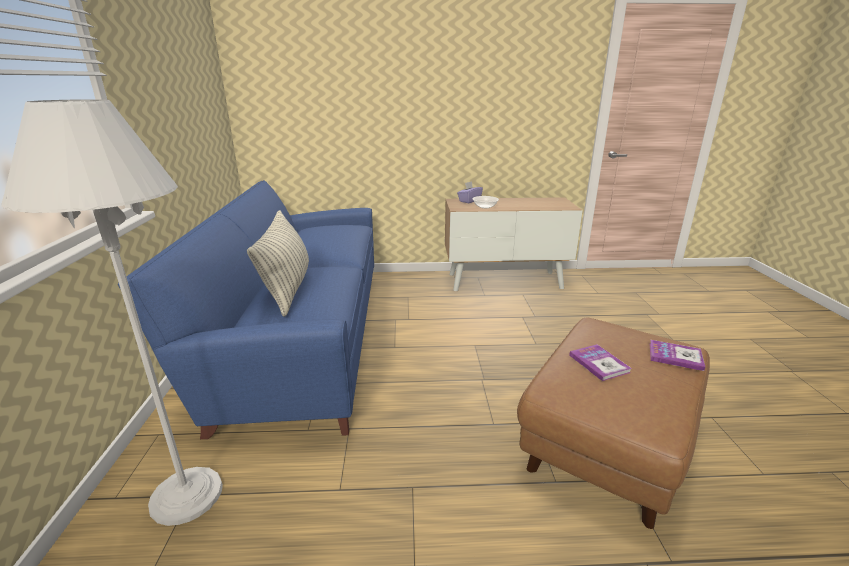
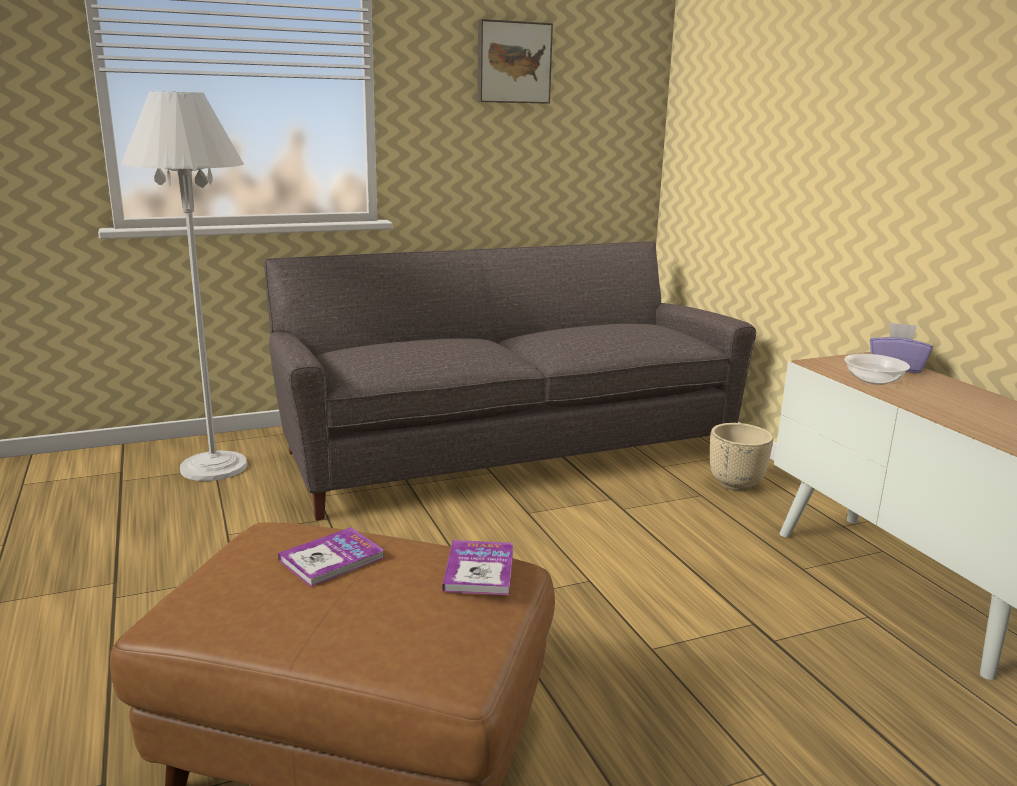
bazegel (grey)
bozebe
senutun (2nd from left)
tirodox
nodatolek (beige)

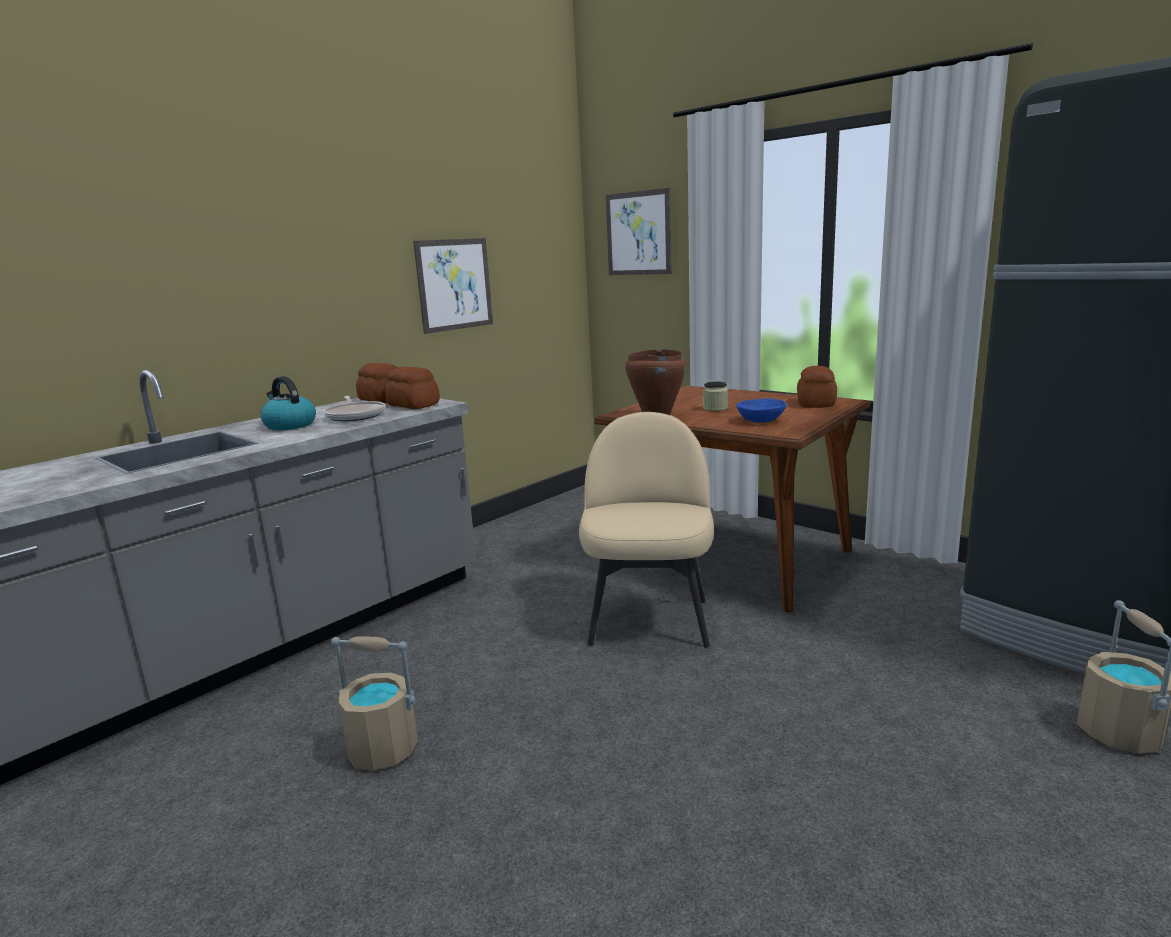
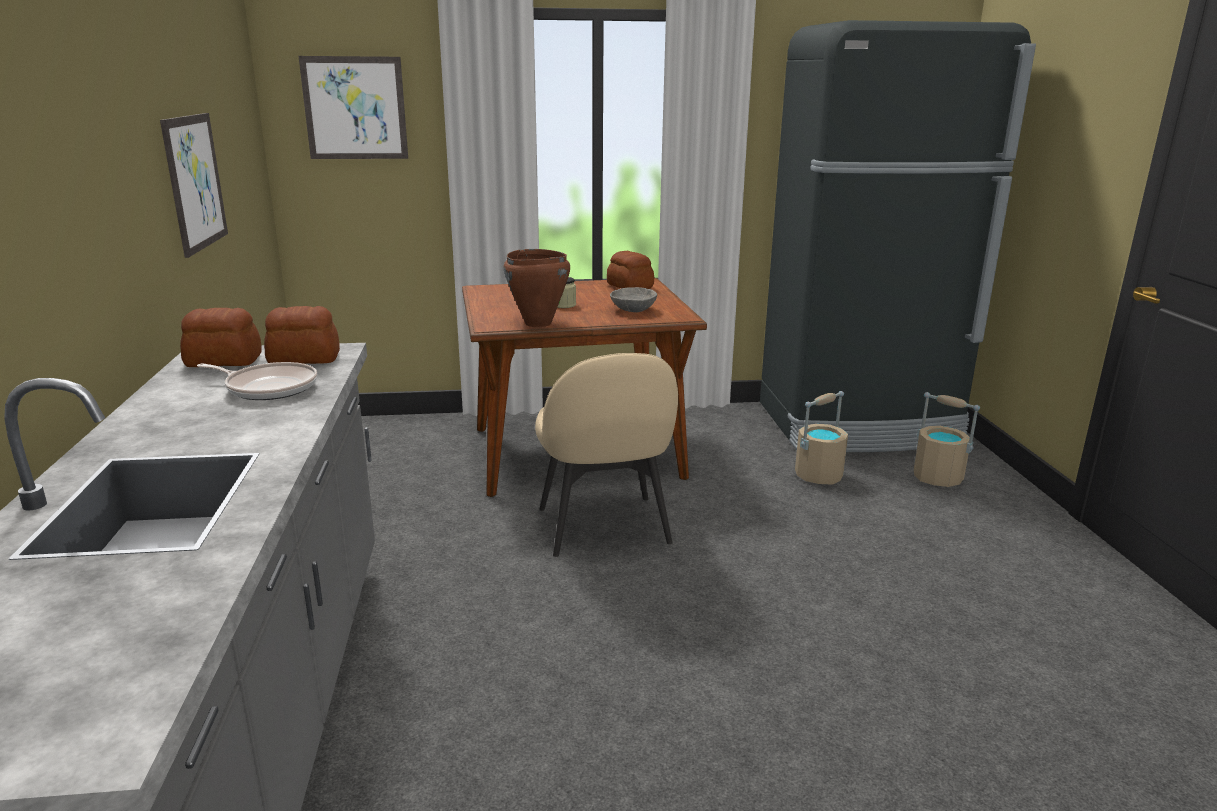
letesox
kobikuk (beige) (1st from left)
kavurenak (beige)
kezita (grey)

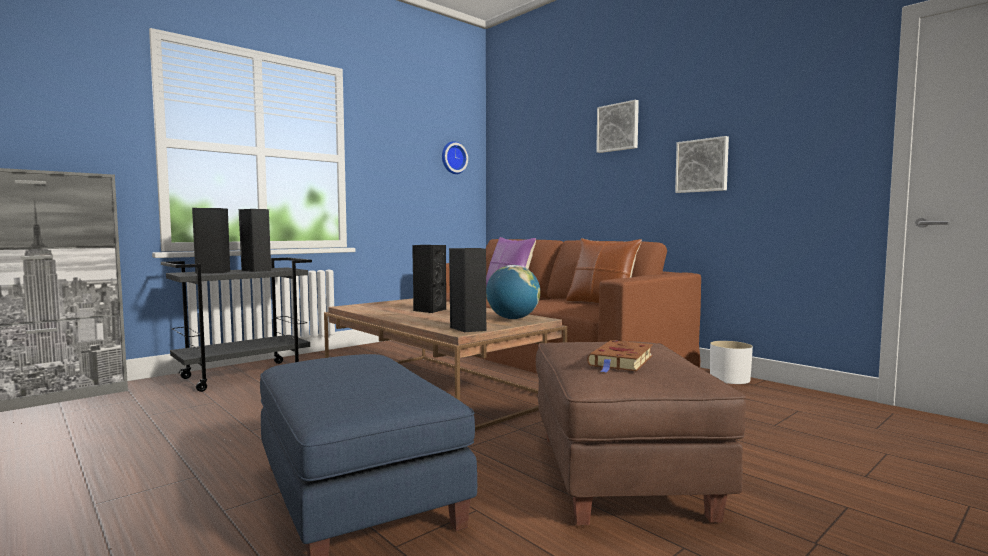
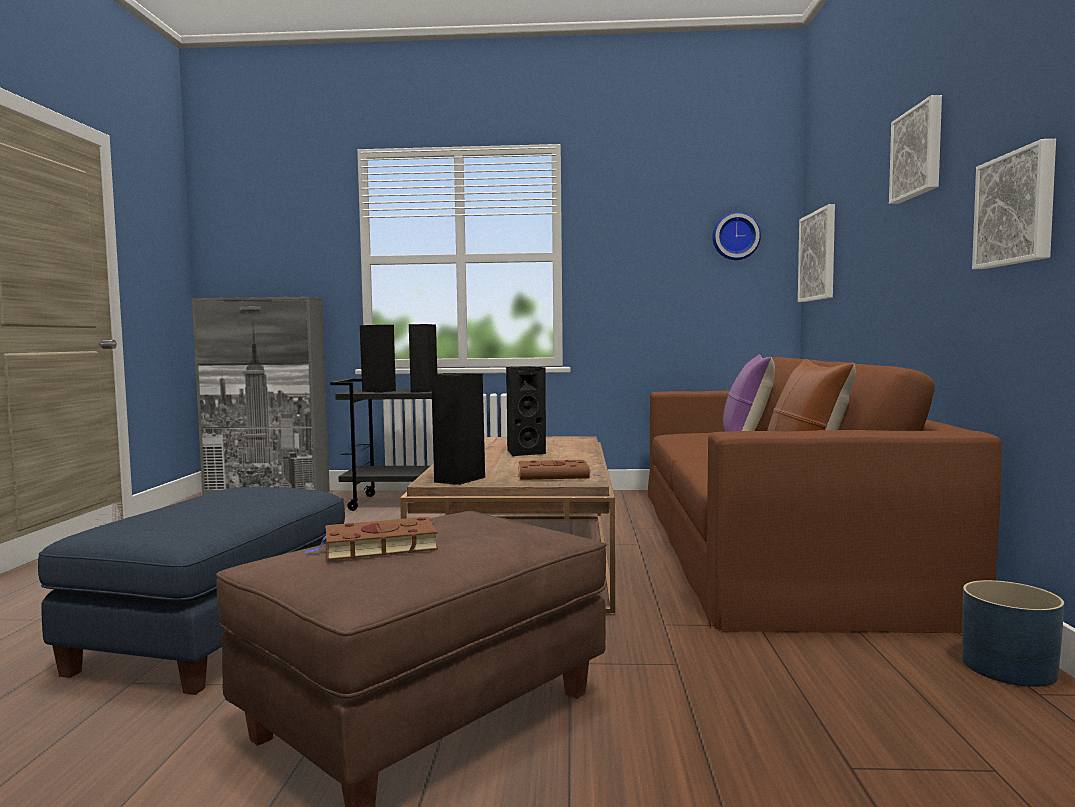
senutun (brown) (2nd from left)
nodatolek (blue)
tirodox (1st from left)

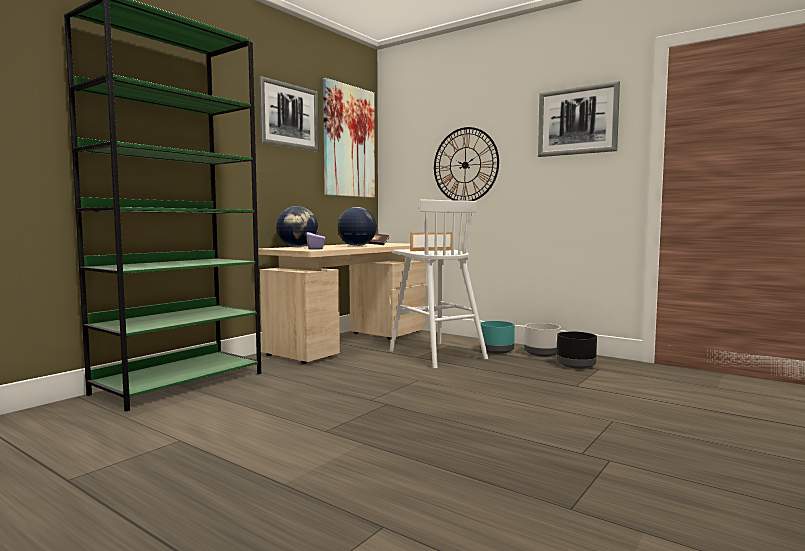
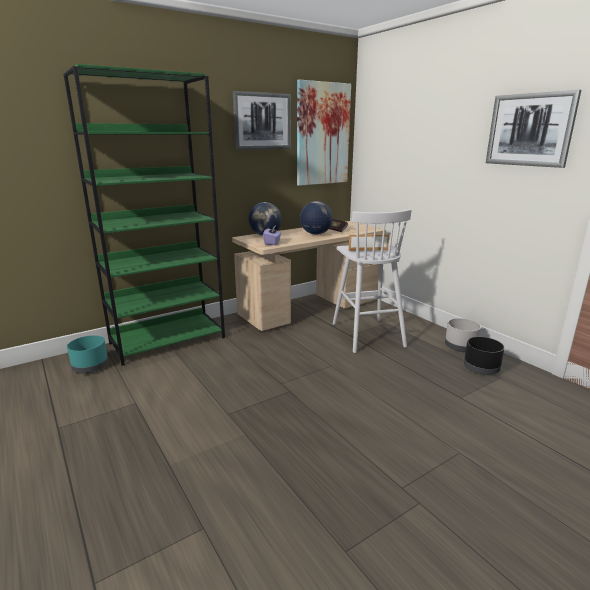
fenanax
nodatolek (turquoise)

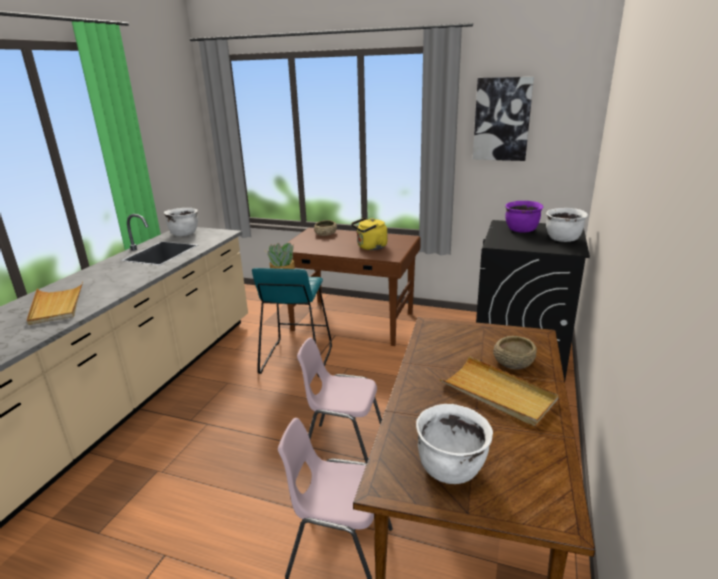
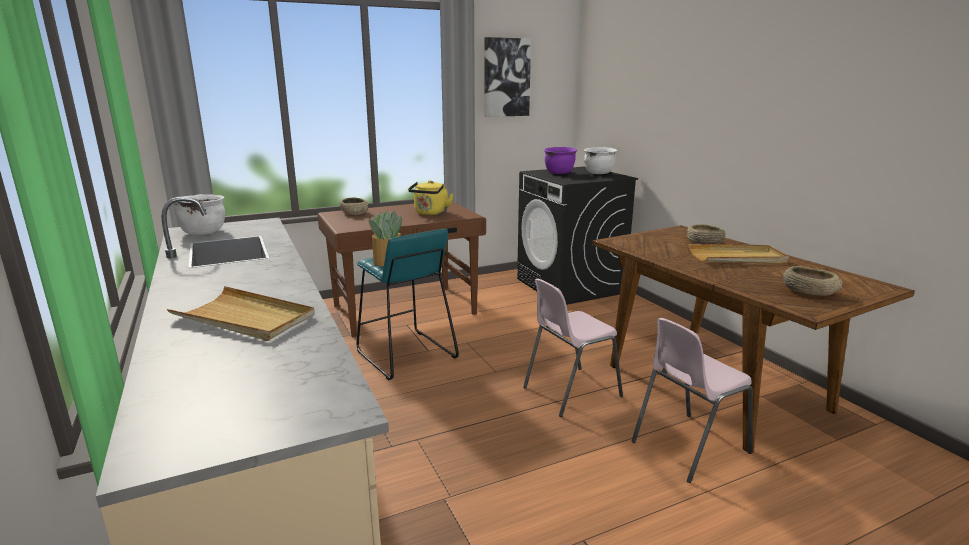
kezita (beige) (3rd from left)

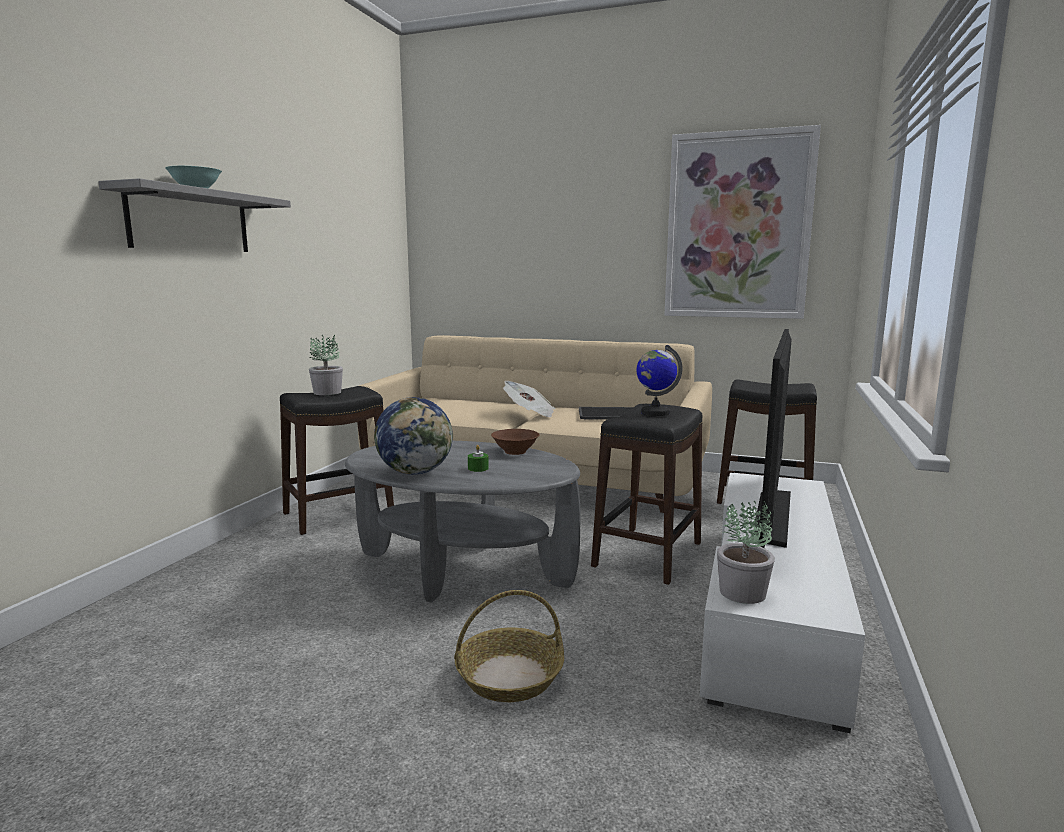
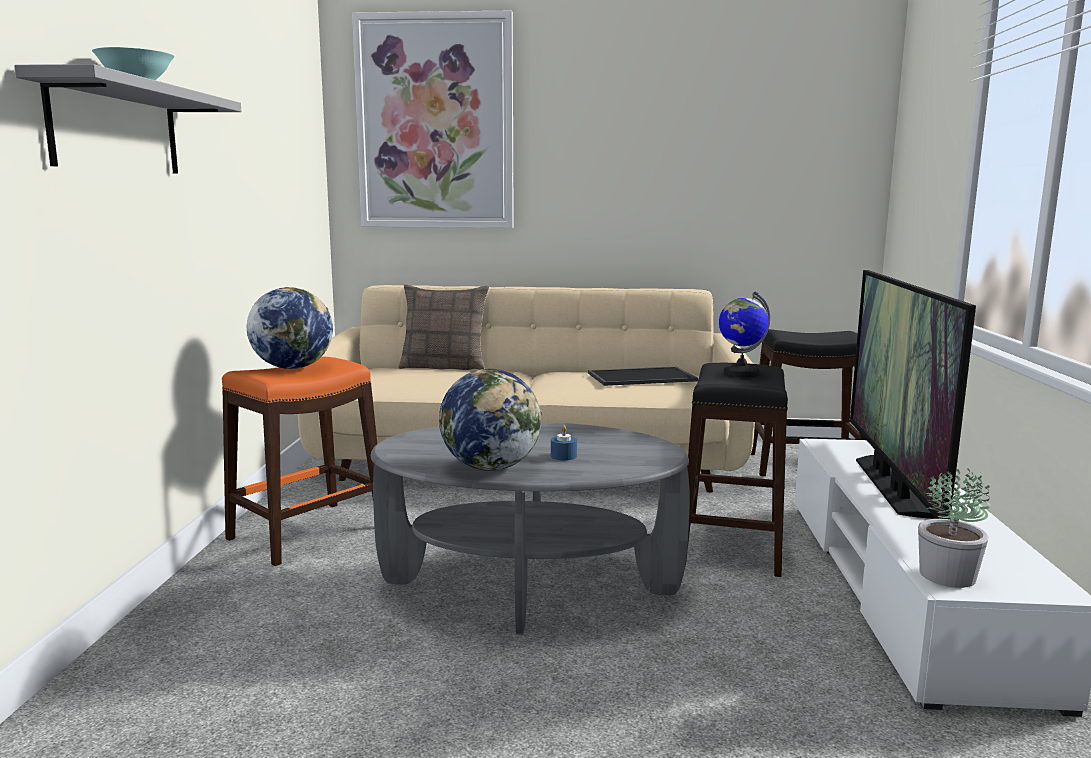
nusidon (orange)
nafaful (1st from left)
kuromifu
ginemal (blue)
kezita (brown)
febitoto
tirodox
bozebe

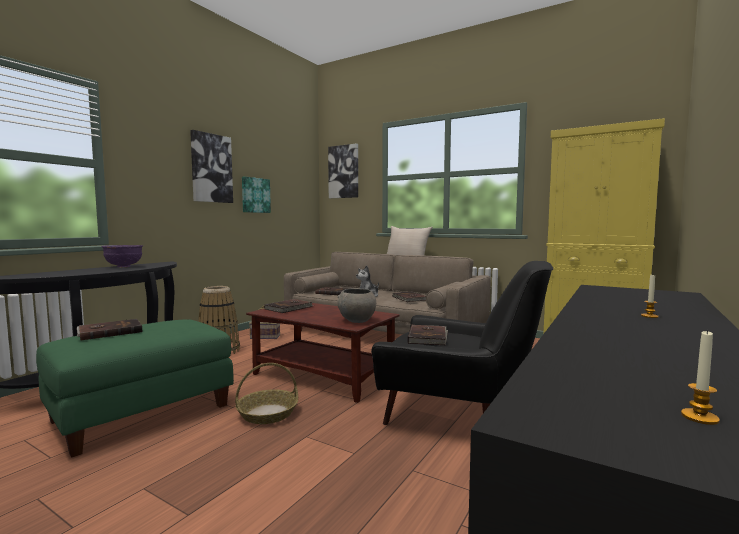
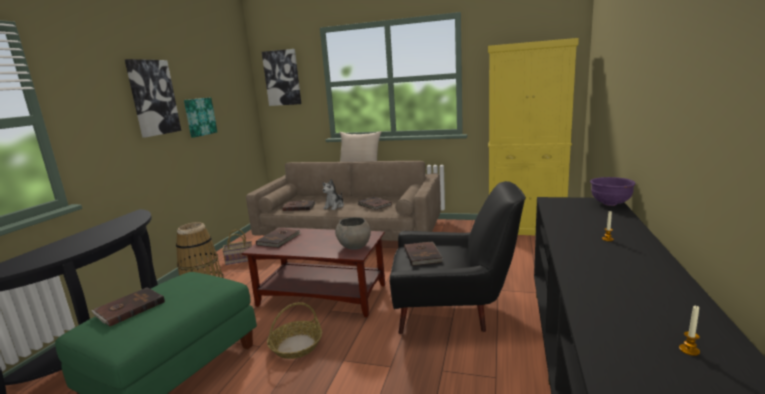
kezita (purple)

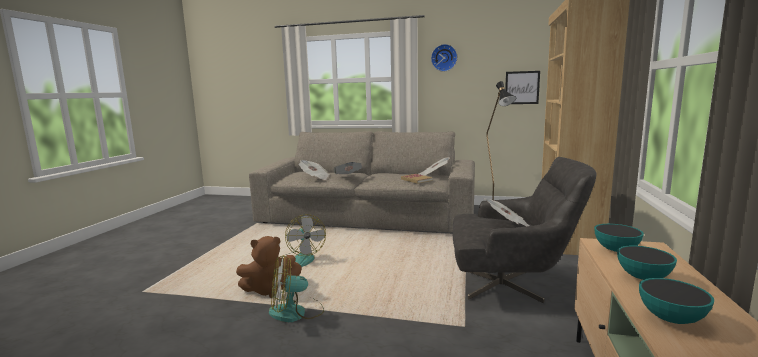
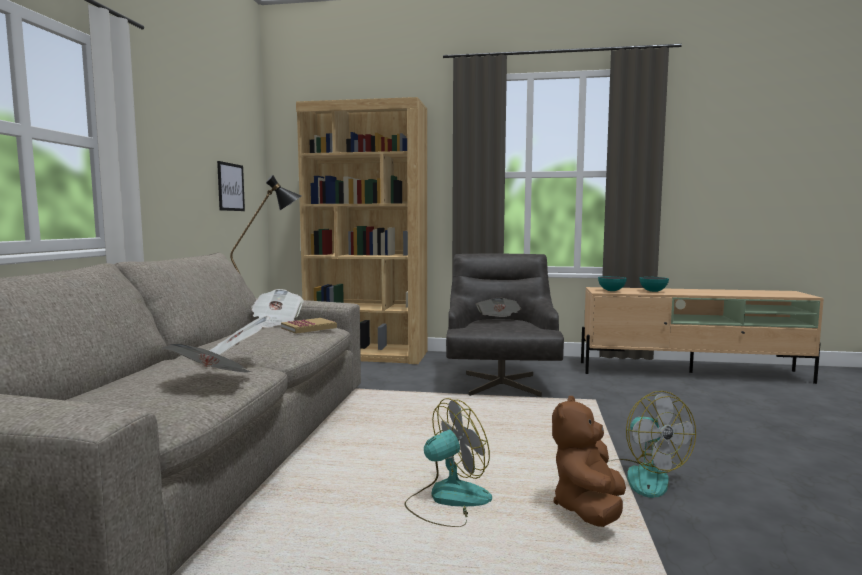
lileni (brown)
fenanax
kezita (3rd from left in the first image)

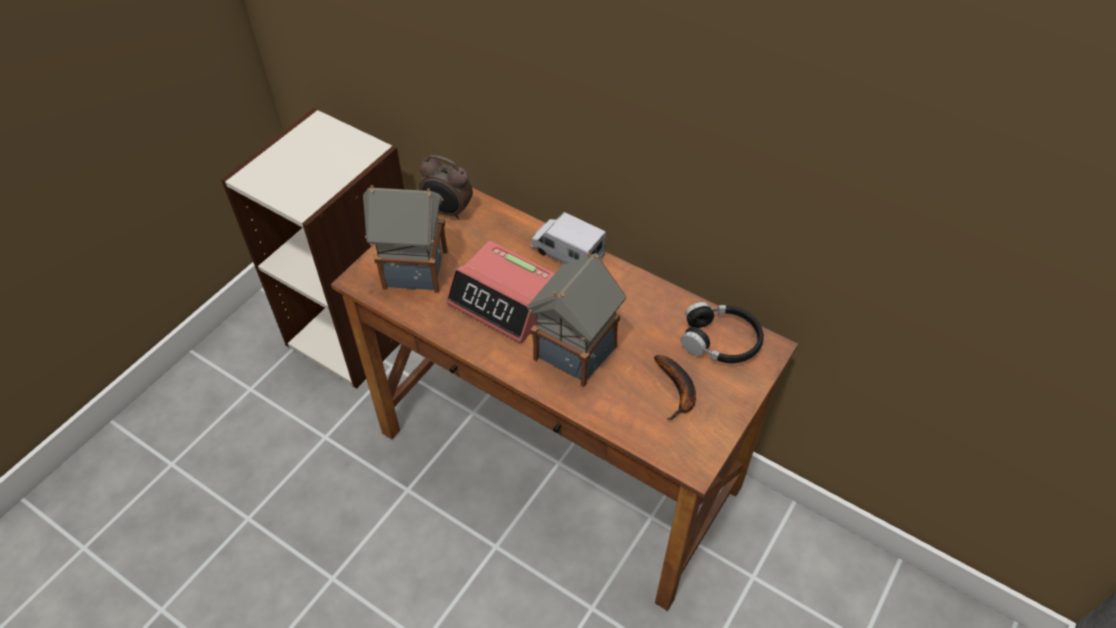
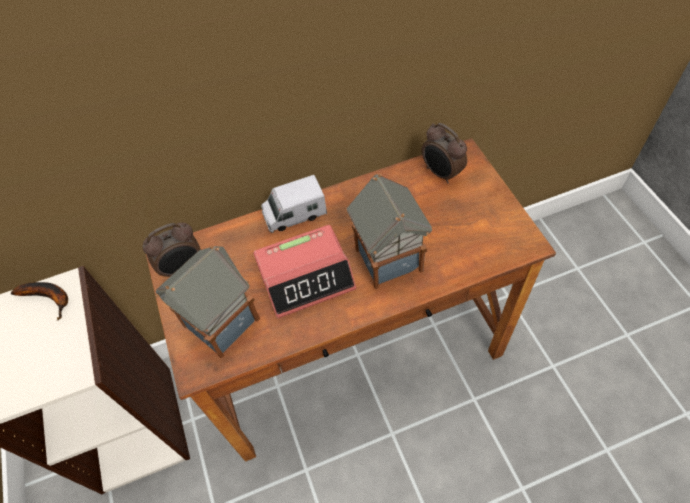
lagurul
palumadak (3rd from left)

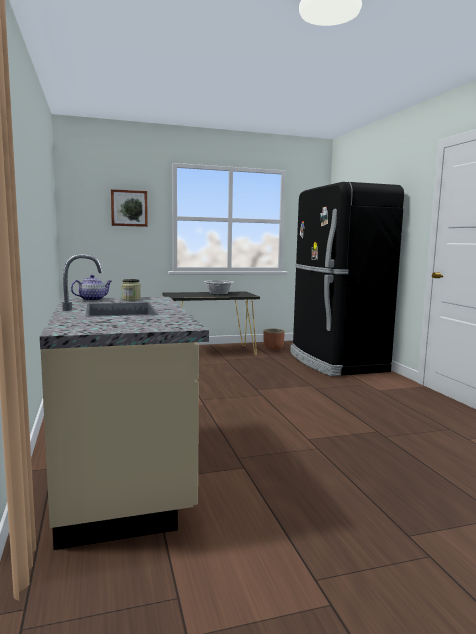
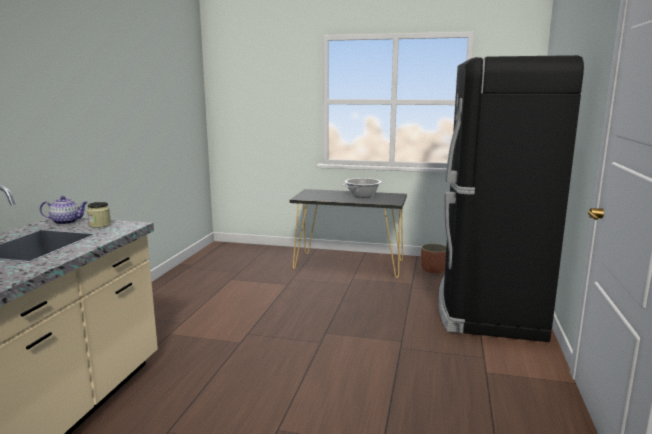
tirodox

